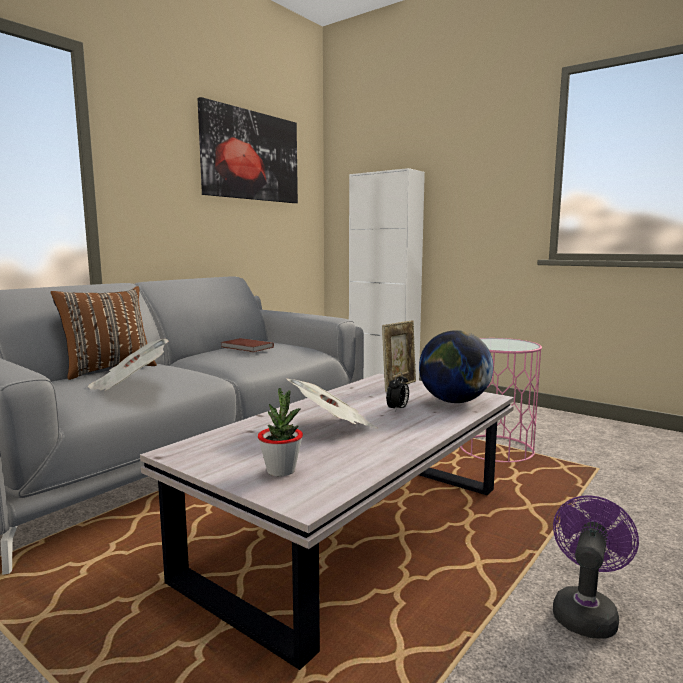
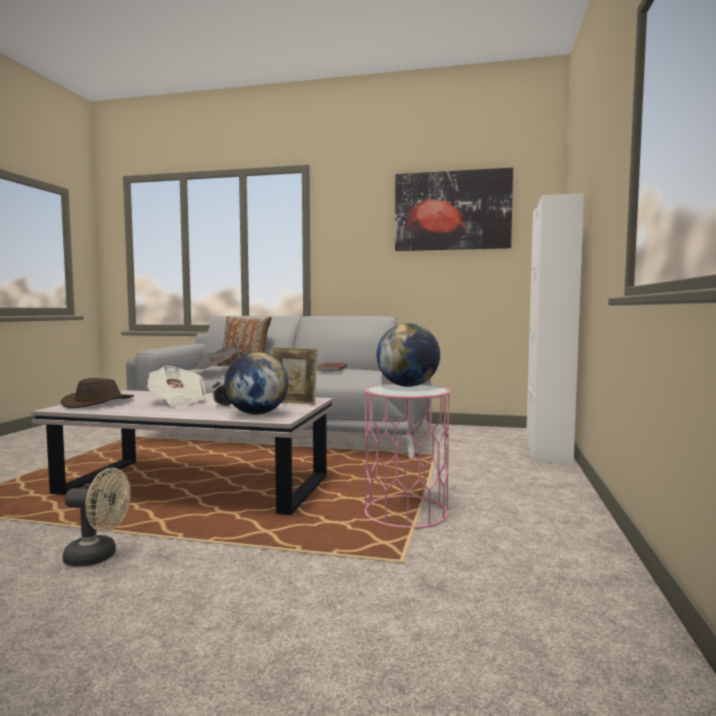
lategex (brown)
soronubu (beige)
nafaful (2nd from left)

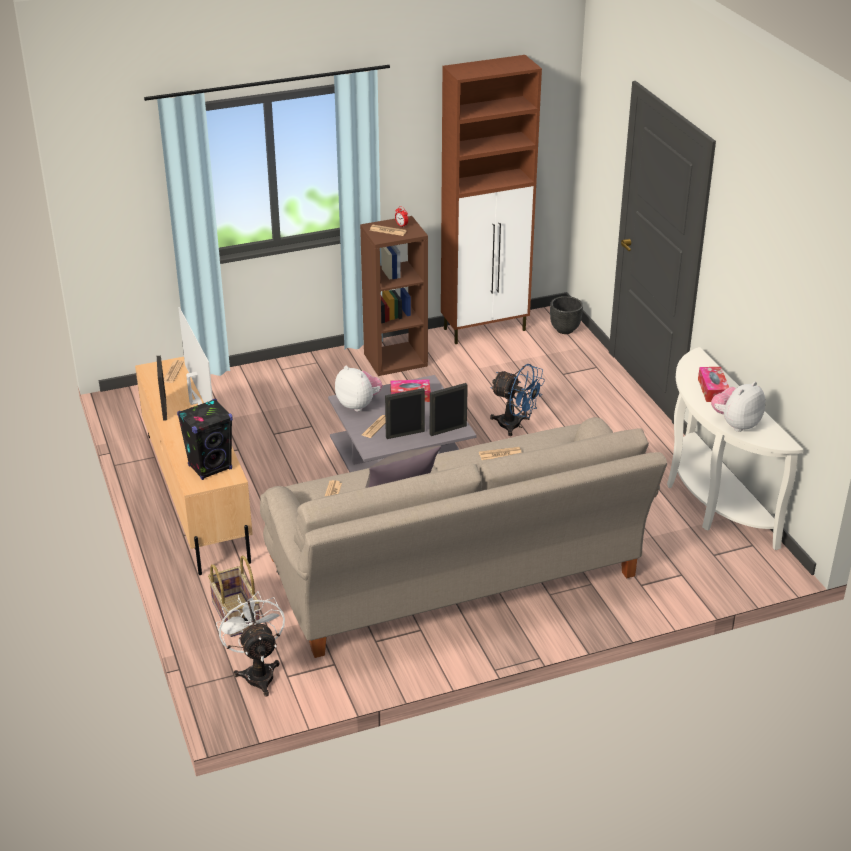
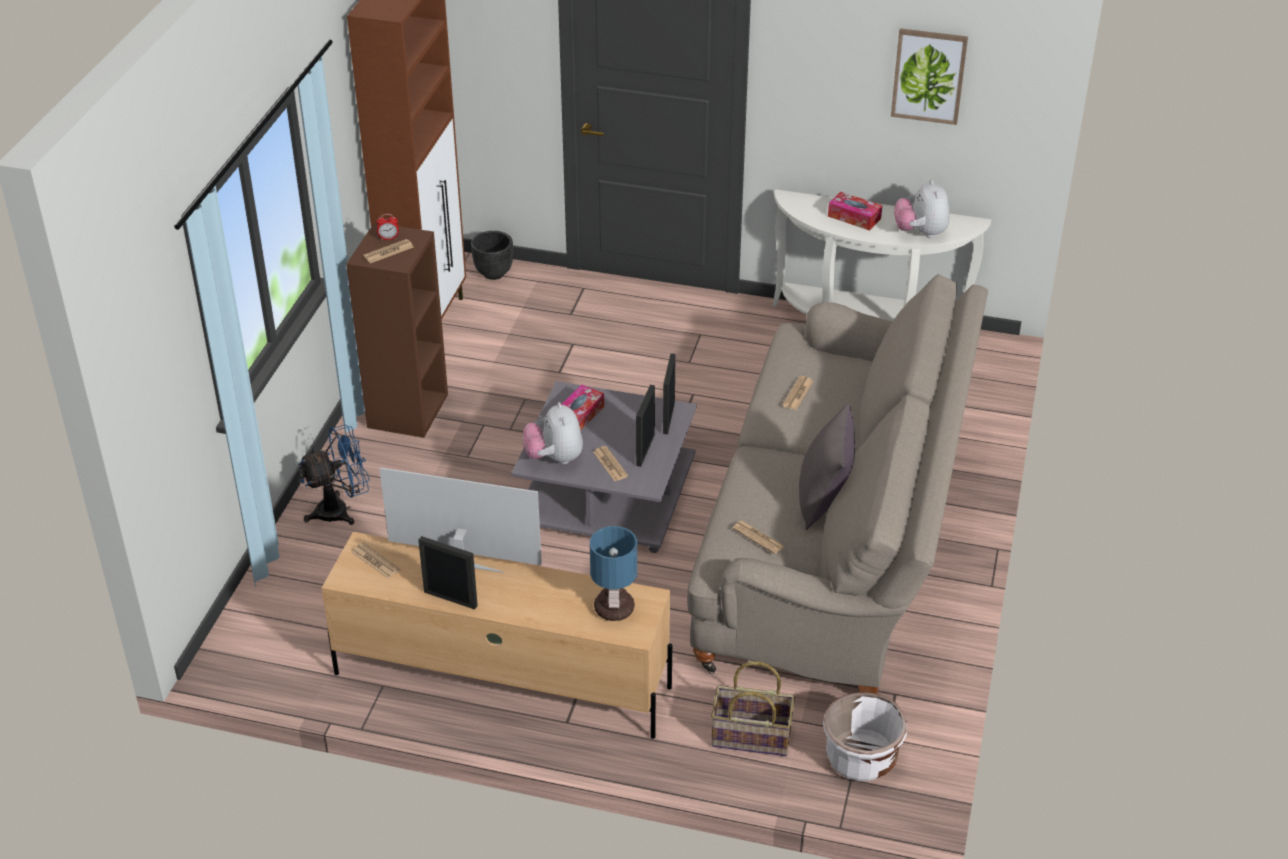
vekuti
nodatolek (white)
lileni (1st from left)
soronubu (blue)
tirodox

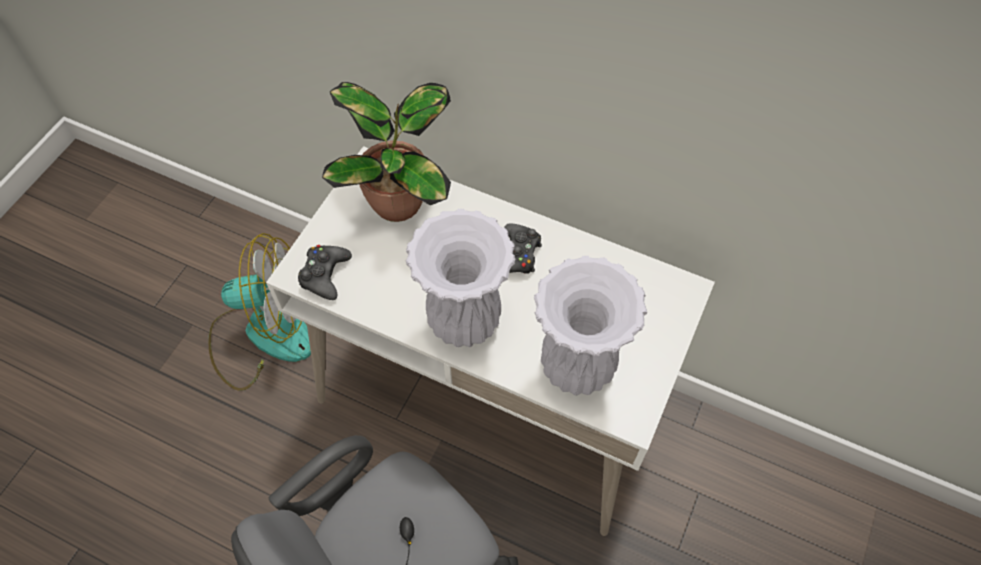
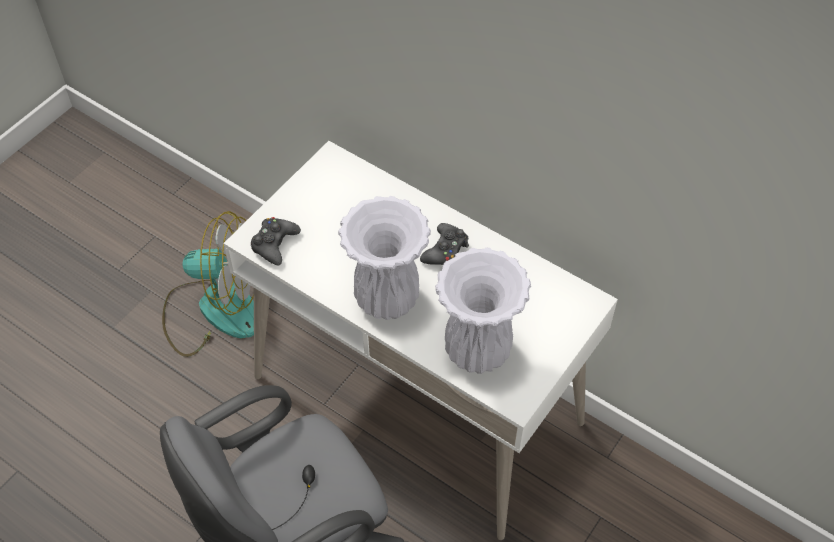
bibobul

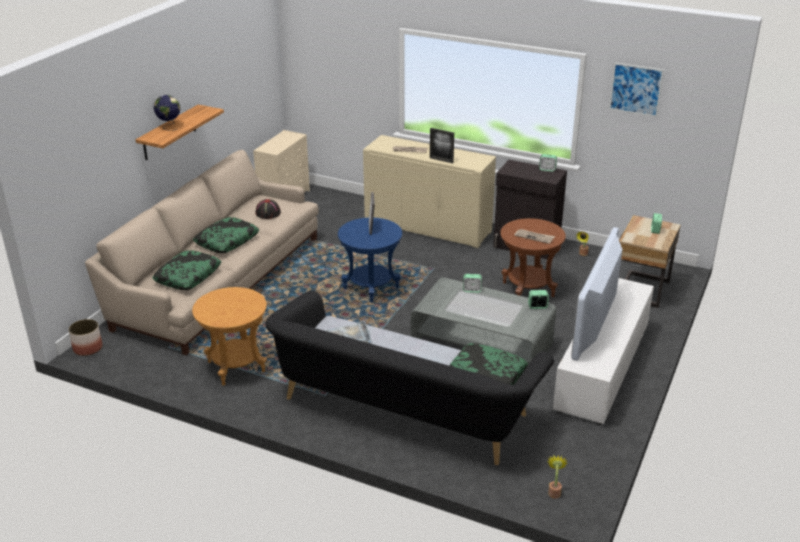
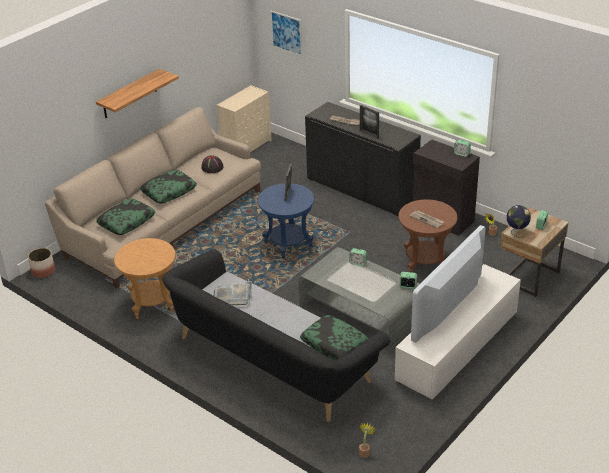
nafaful
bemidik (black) (1st from left)
tirodox

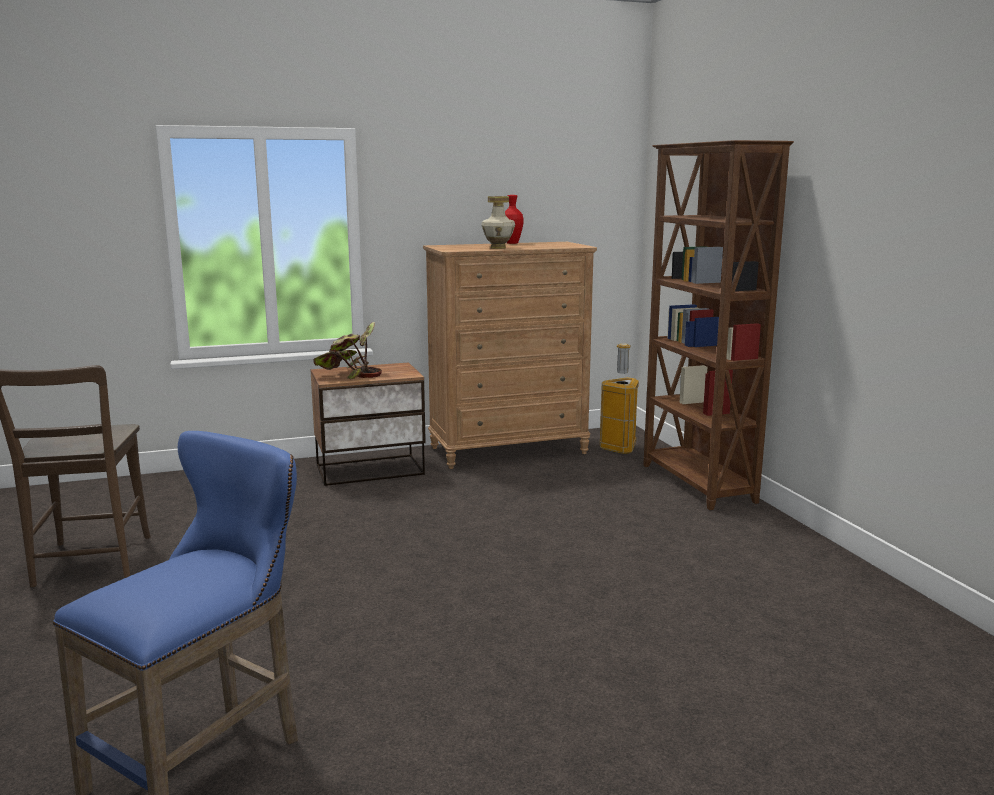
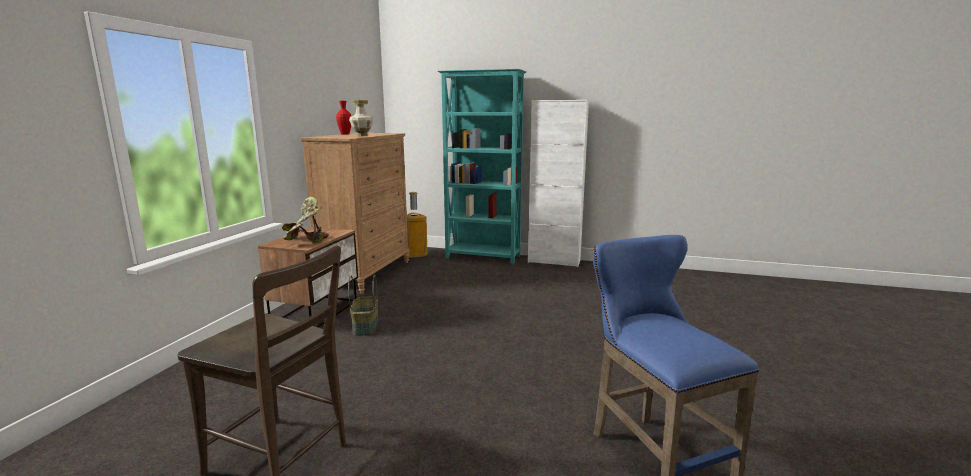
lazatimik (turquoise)
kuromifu
bemidik (white)

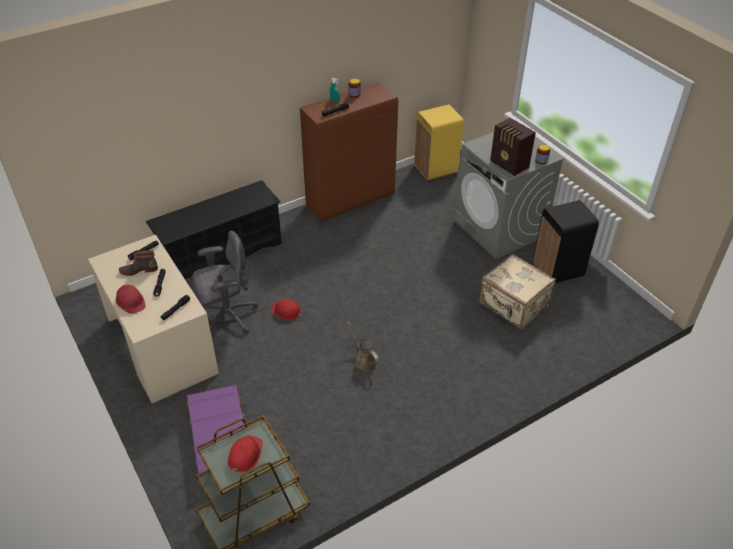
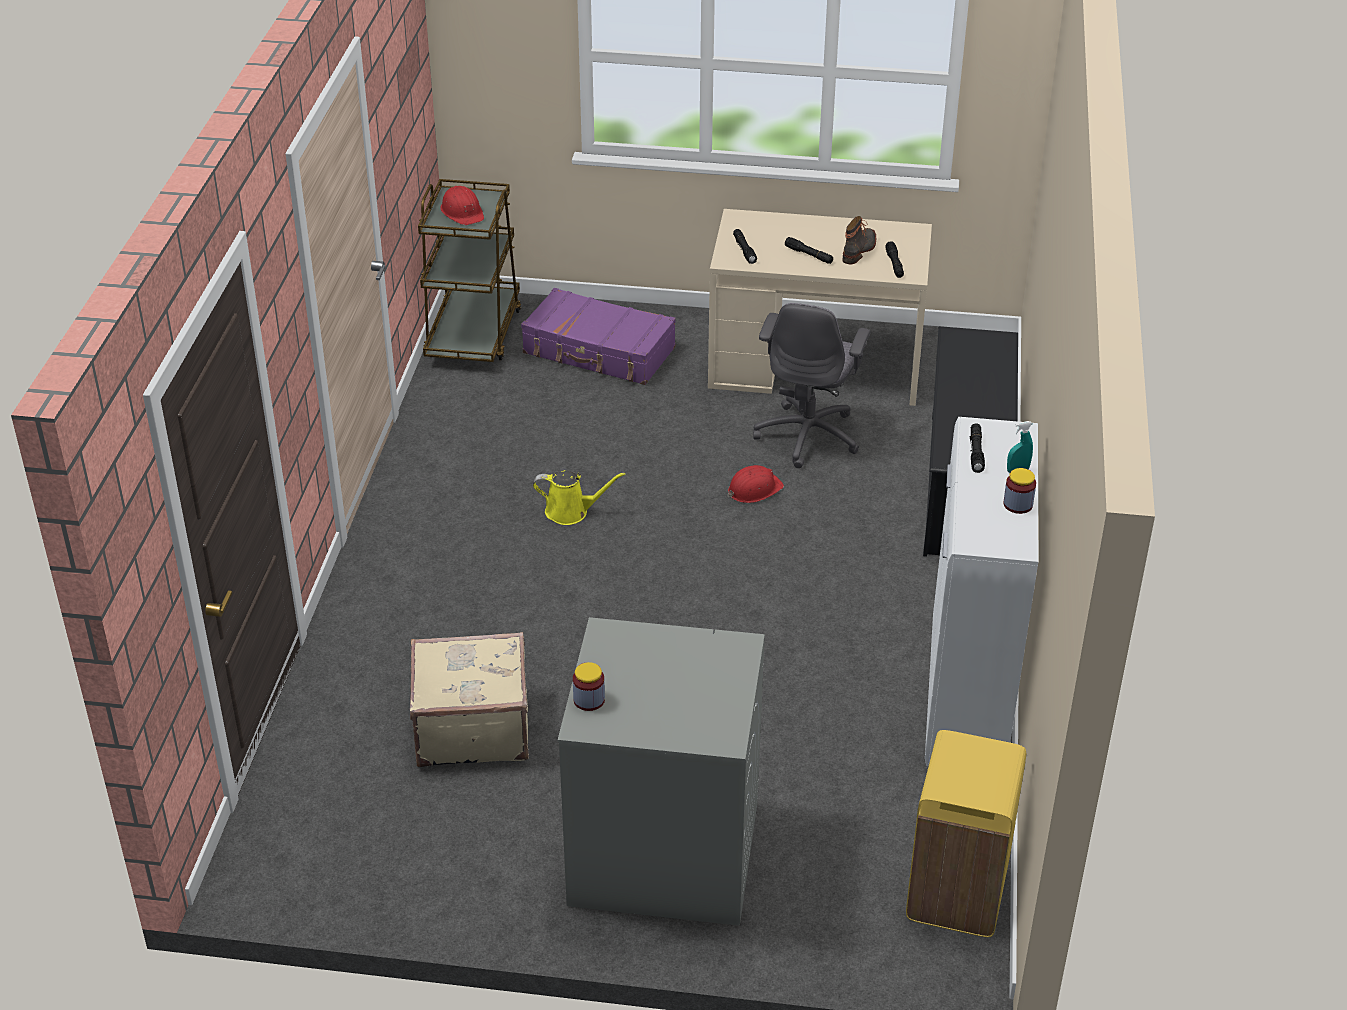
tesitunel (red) (1st from left in the first image)
bemidik (white)
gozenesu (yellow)
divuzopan
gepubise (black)

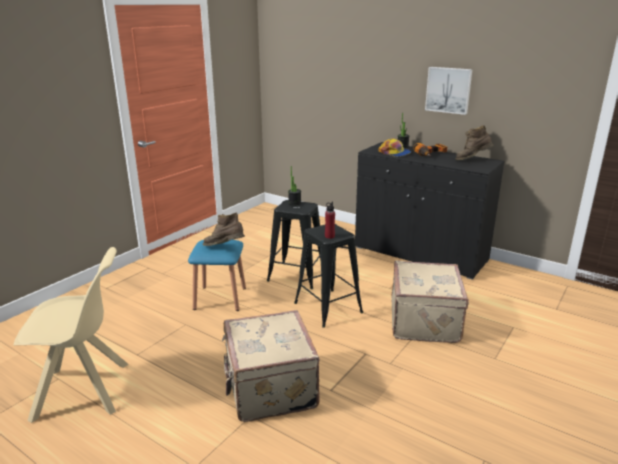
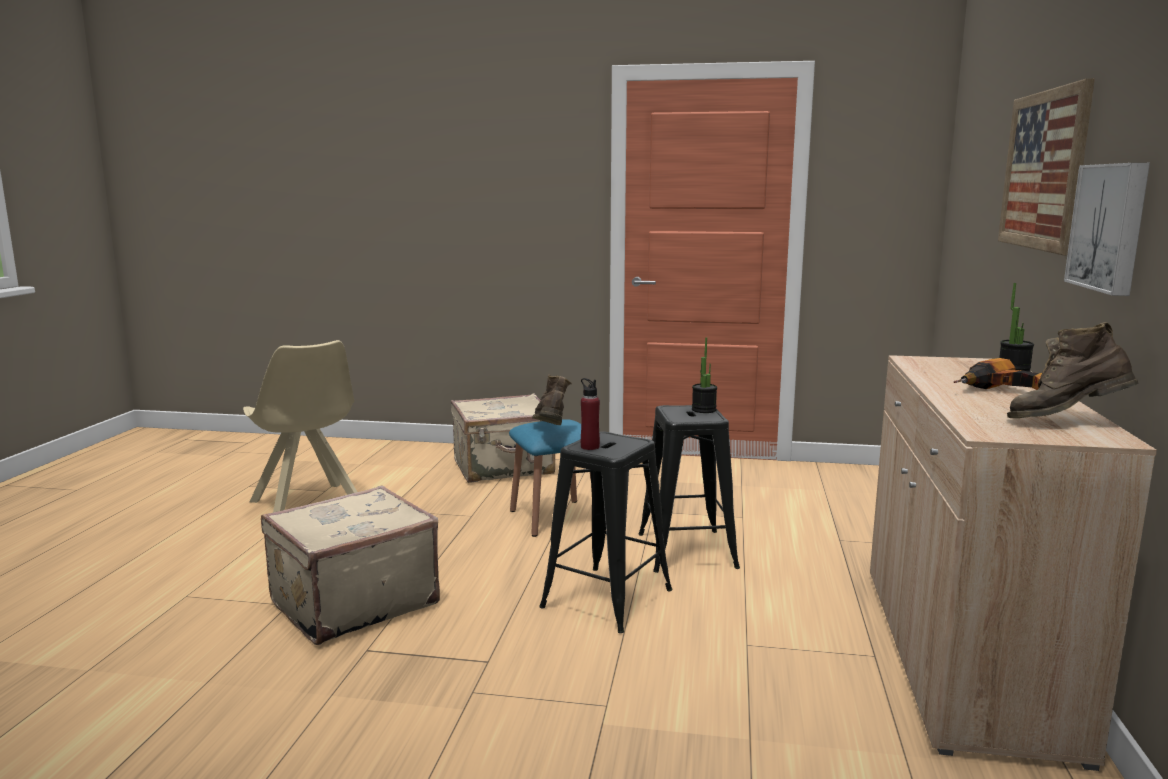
bemidik (beige)
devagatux
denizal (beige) (2nd from left)
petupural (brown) (2nd from left)
tirodox (1st from left)

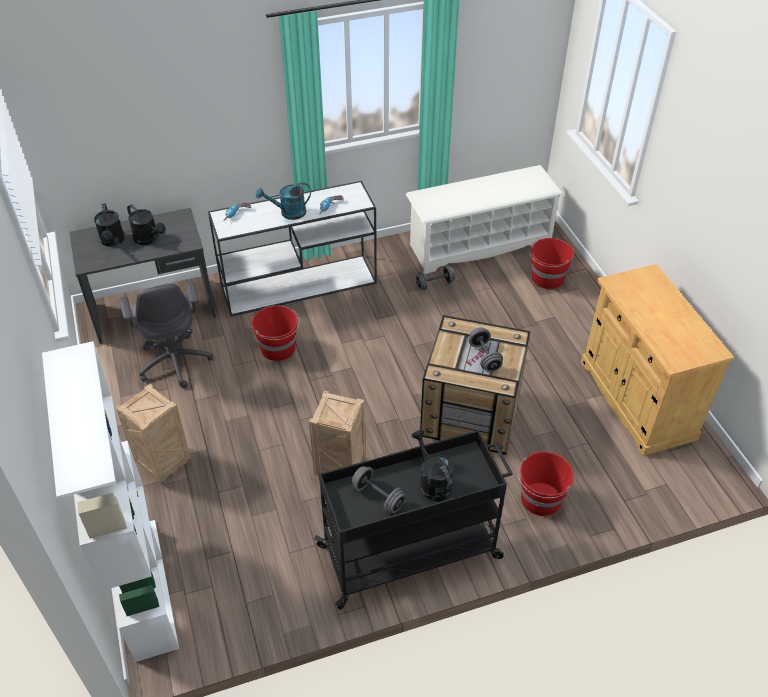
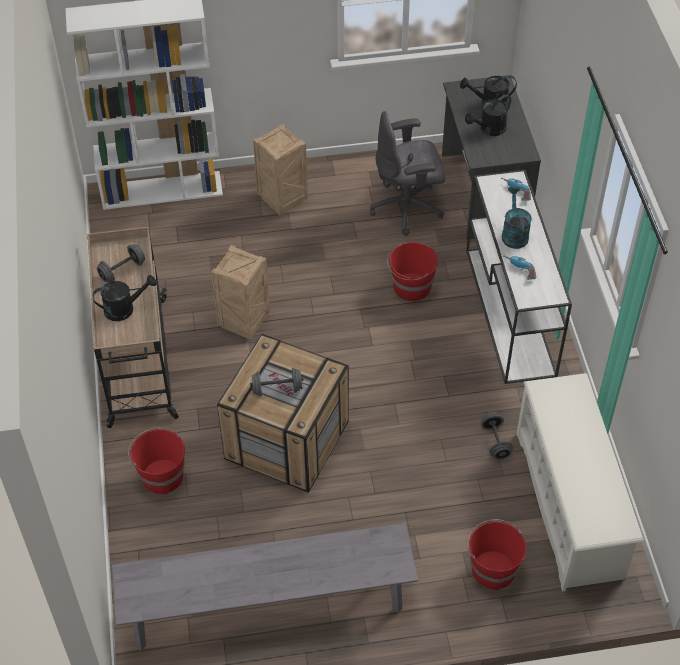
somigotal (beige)
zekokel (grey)

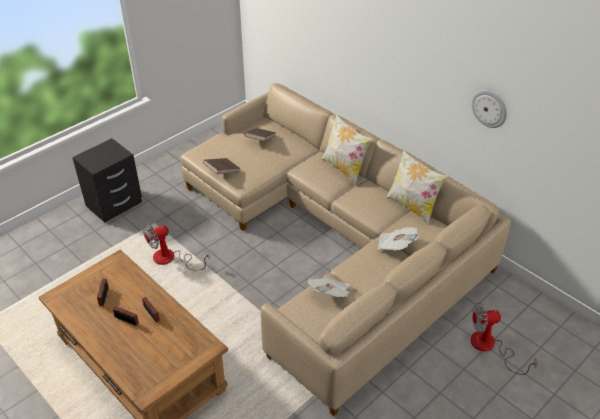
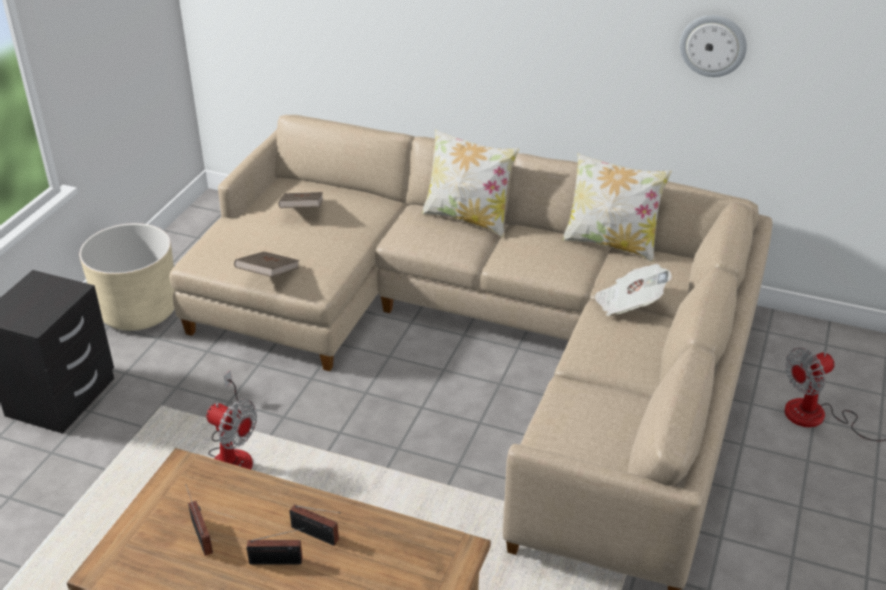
soronubu (1st from left)
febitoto (1st from left in the first image)
nodatolek (beige)

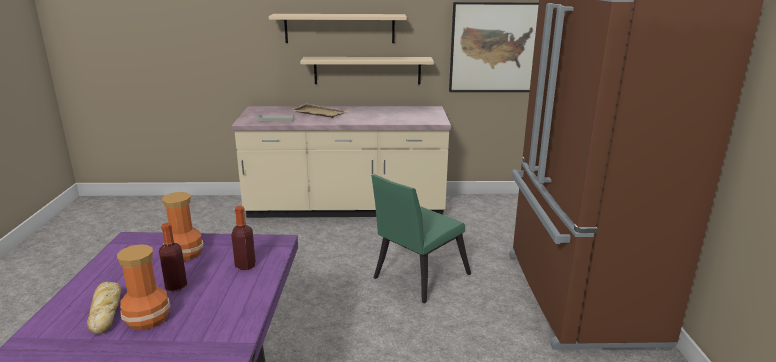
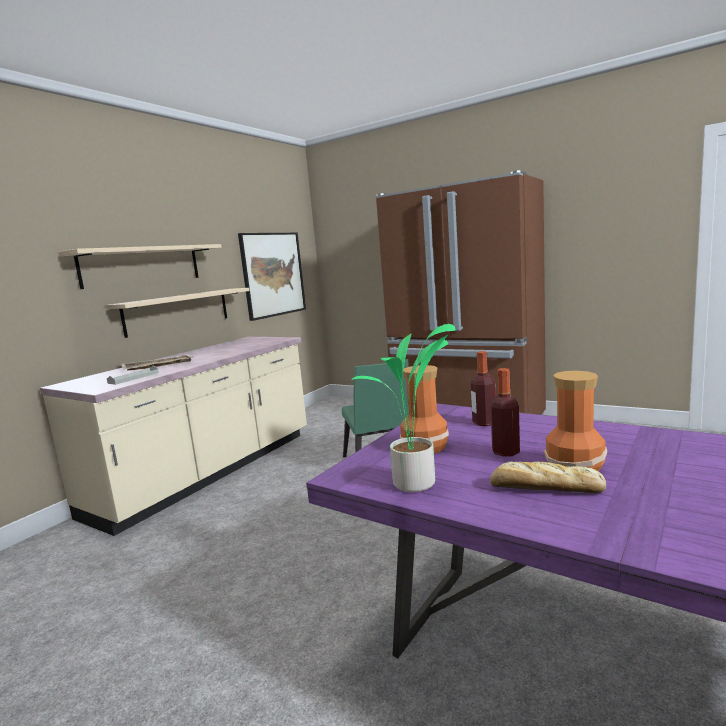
bibobul

